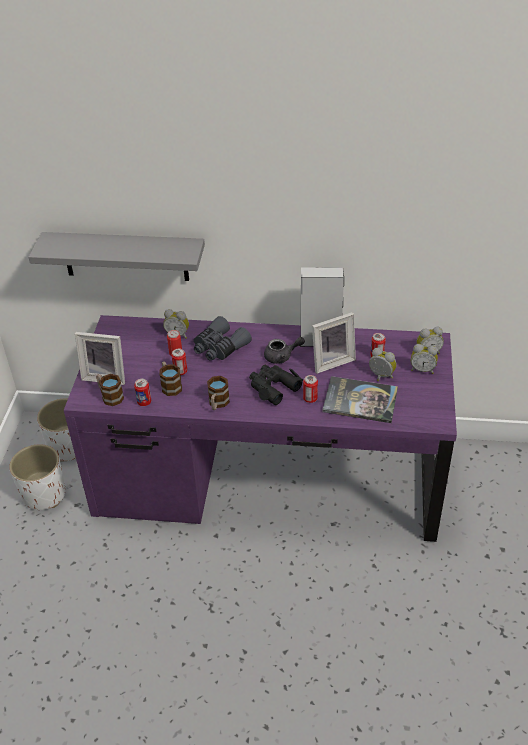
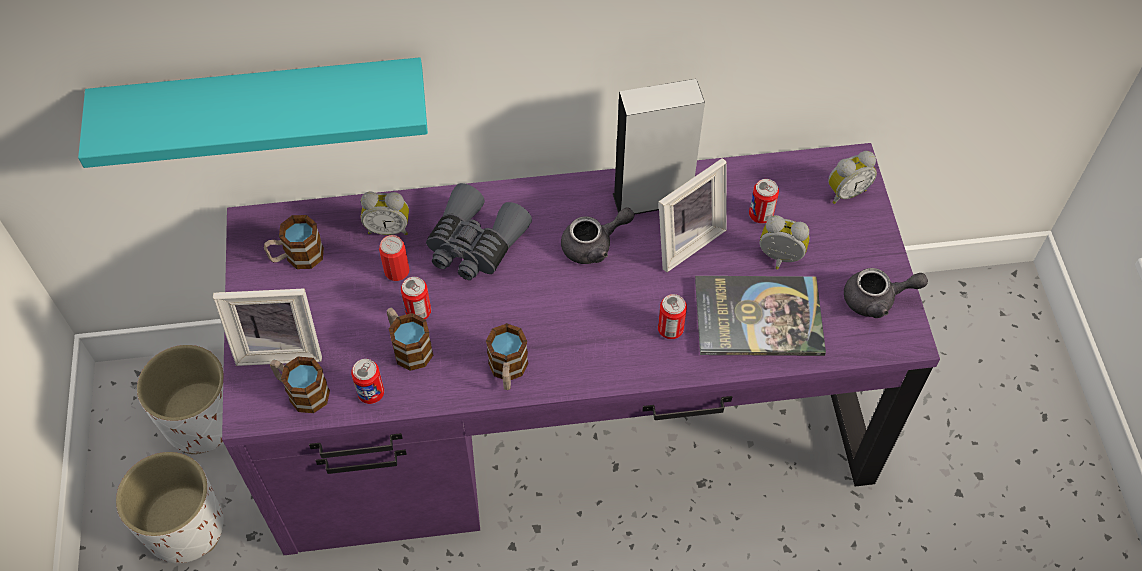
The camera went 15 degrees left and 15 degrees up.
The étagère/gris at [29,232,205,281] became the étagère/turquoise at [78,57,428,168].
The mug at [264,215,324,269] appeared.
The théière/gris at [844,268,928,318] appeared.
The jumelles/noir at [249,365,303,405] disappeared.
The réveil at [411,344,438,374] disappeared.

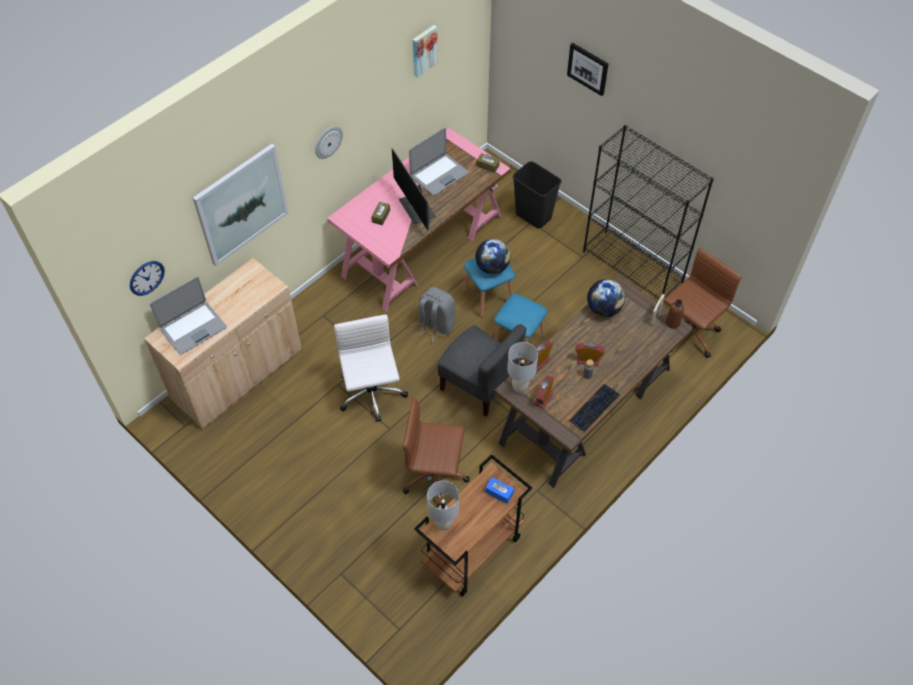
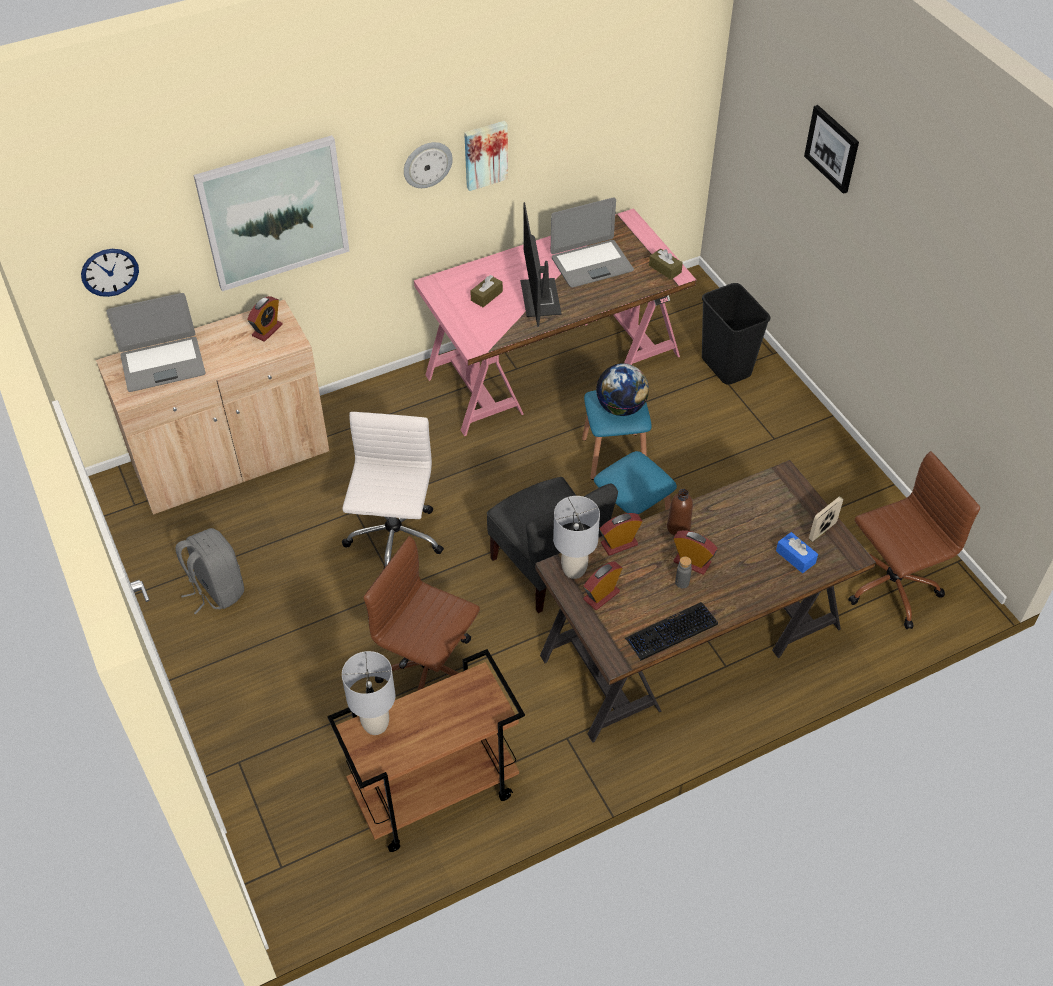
The camera went 20 degrees right and 5 degrees down.
The sac à dos/gris moved from [417,287,456,343] to [176,528,244,615].
The réveil at [247,296,283,342] appeared.
The tableau moved from [413,25,438,78] to [464,121,508,191].
The bouteille/marron moved from [665,299,684,329] to [667,489,693,536].
The boîte à mouchoirs/bleu moved from [485,477,514,504] to [776,532,818,573].
The bibliothèque/noir at [583,125,714,299] disappeared.
The globe at [587,279,625,317] disappeared.

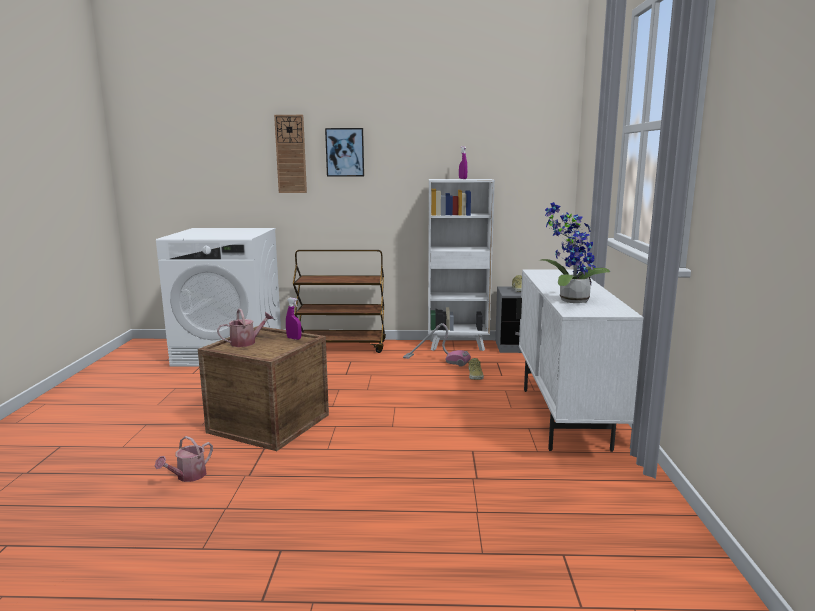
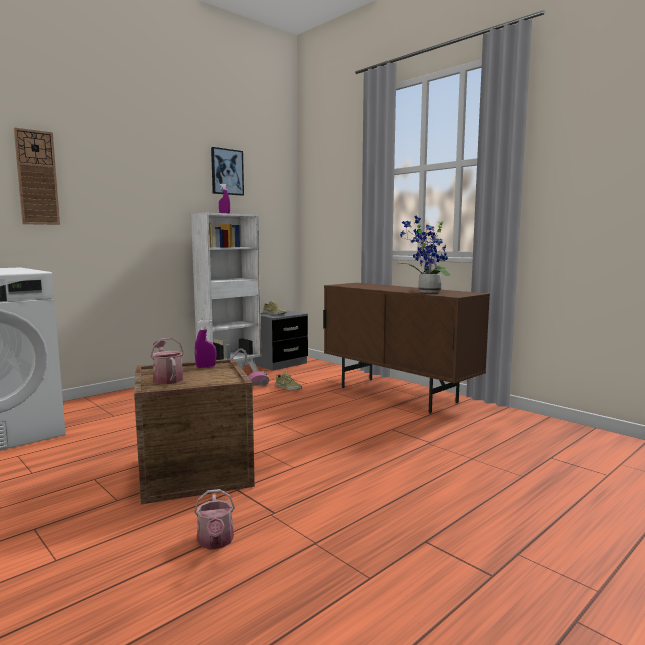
The camera went 45 degrees left and 5 degrees down.
The arrosoir at [217,308,274,347] turned 45 degrees counterclockwise.
The tableau moved from [325,128,364,177] to [211,147,244,196].
The meuble de rangement/blanc at [516,269,643,452] became the meuble de rangement/marron at [323,283,490,414].
The chariot/marron at [293,250,386,353] disappeared.

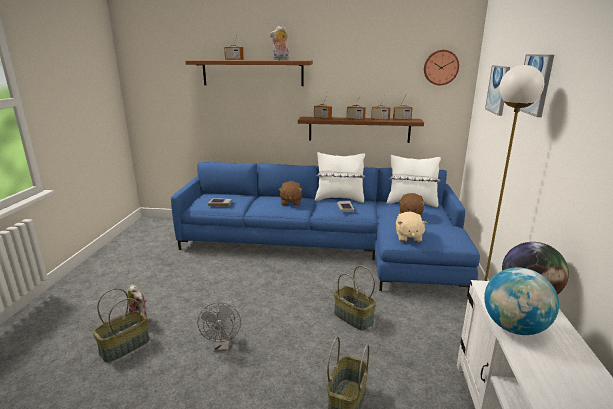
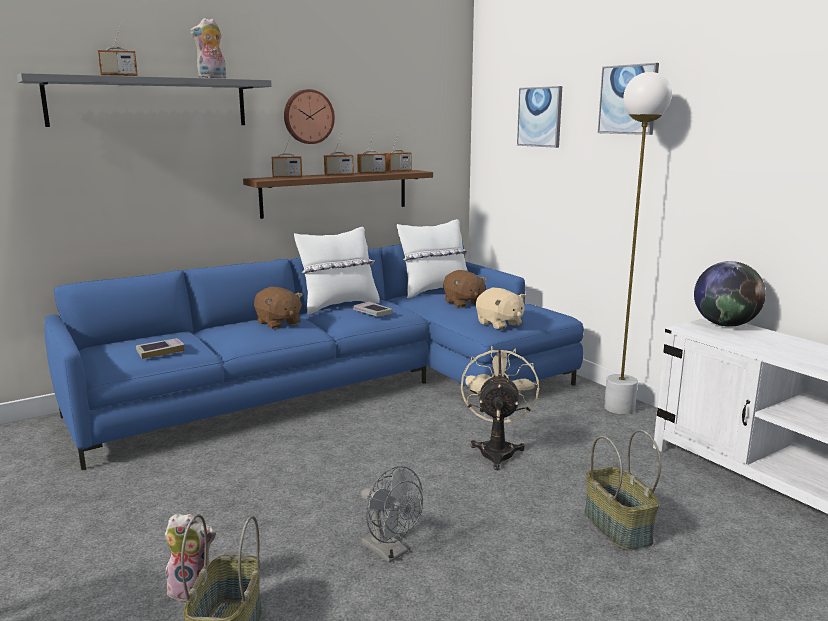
The camera went 40 degrees left and 5 degrees down.
The étagère/marron at [185,60,313,86] became the étagère/gris at [17,73,272,127].
The horloge murale moved from [424,50,459,85] to [284,89,335,144].
The panier at [334,266,376,330] was replaced by the ventilateur/beige at [461,346,539,470].
The globe at [484,267,559,335] disappeared.

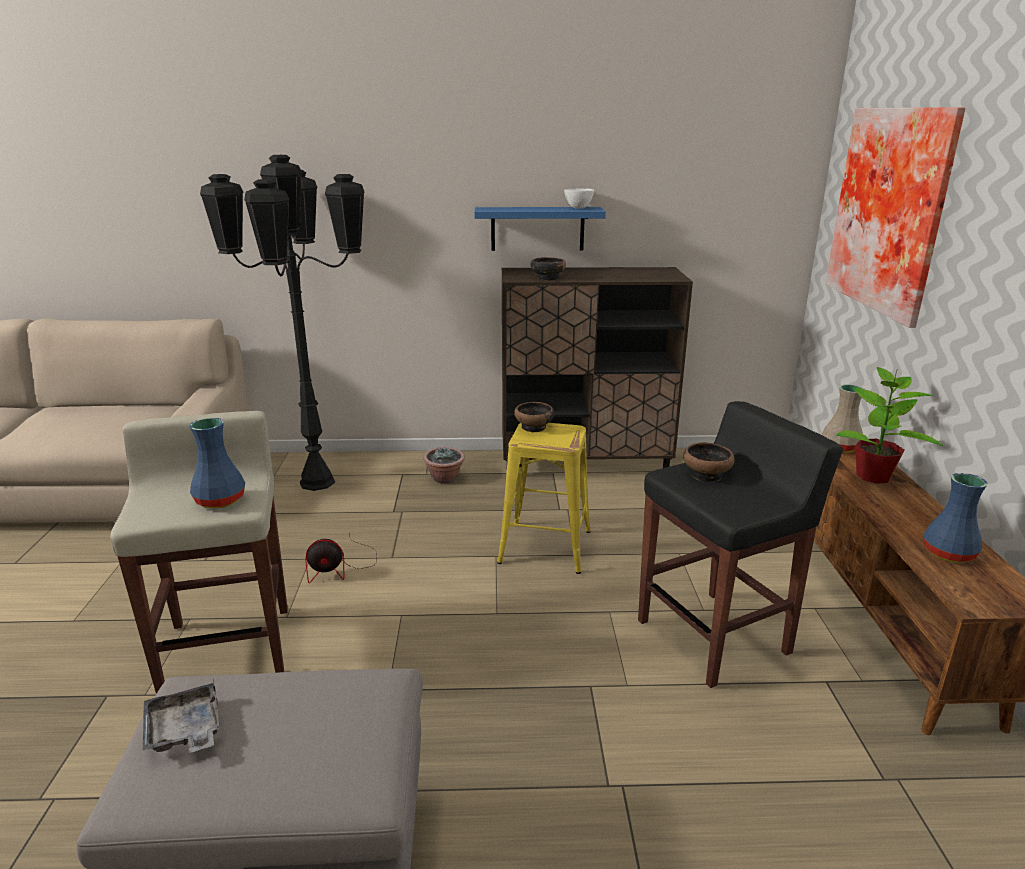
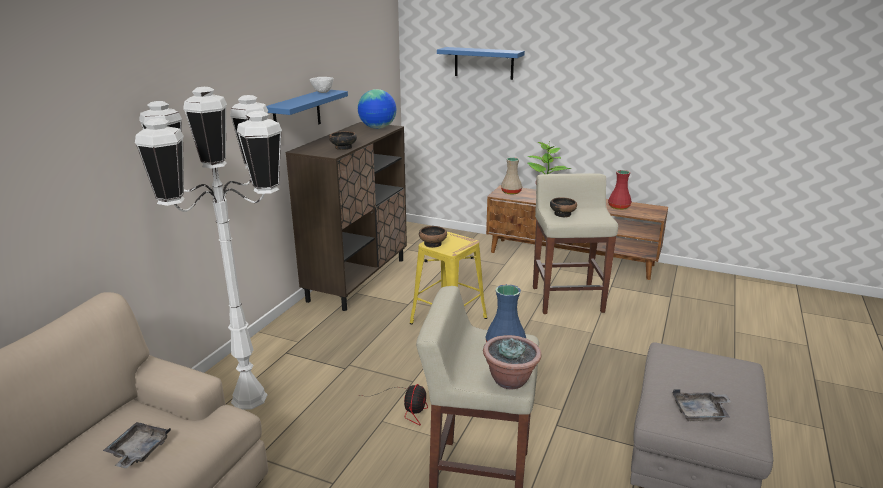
The camera went 65 degrees left and 0 degrees up.
The plateau/gris at [103,422,171,468] appeared.
The lampadaire/noir at [200,155,364,491] became the lampadaire/blanc at [135,87,282,409].
The globe at [358,89,396,129] appeared.
The tableau at [825,107,965,328] was replaced by the étagère/bleu at [437,47,525,80].
The plante en pot moved from [423,447,465,484] to [483,335,542,389].
The tabouret/noir at [638,401,843,688] became the tabouret/beige at [533,173,618,314].
The vase/bleu at [923,473,988,563] became the vase/rouge at [608,170,632,210].

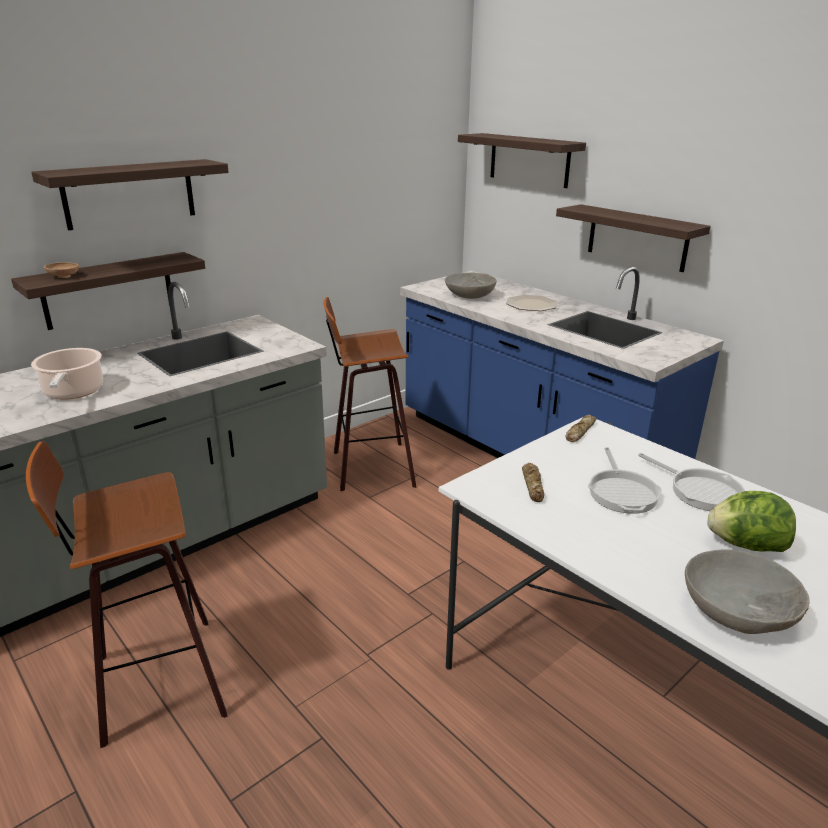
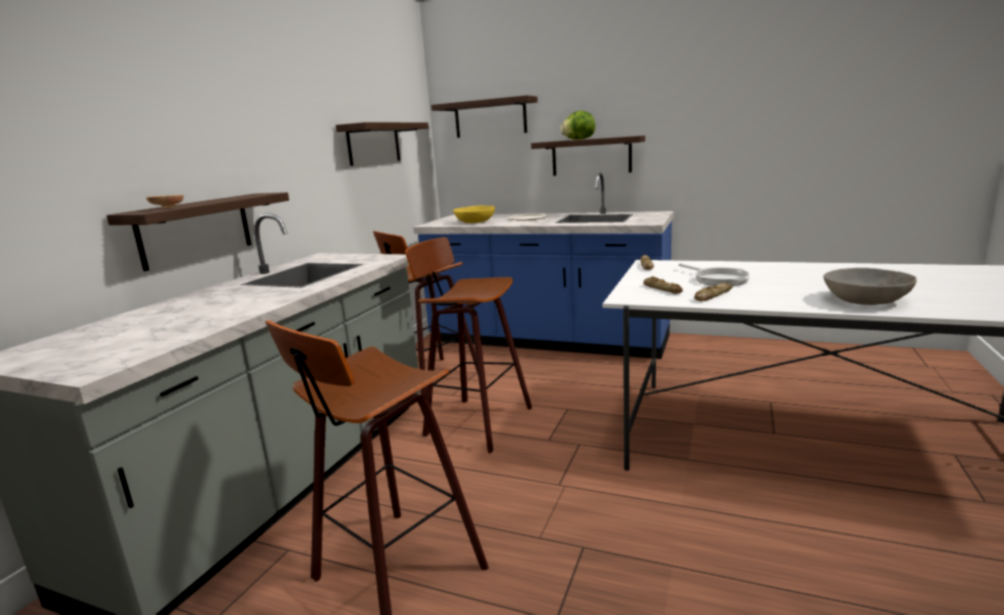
The camera went 25 degrees left and 10 degrees down.
The étagère moved from [31,159,229,231] to [336,122,429,166].
The tabouret at [405,237,532,454] appeared.
The bol/gris at [445,273,496,299] became the bol/jaune at [453,205,495,223].
The laitue moved from [707,491,796,552] to [560,111,595,140].
The pain at [694,282,733,301] appeared.
The marmite at [31,348,103,400] disappeared.
The poêle at [638,453,745,511] disappeared.

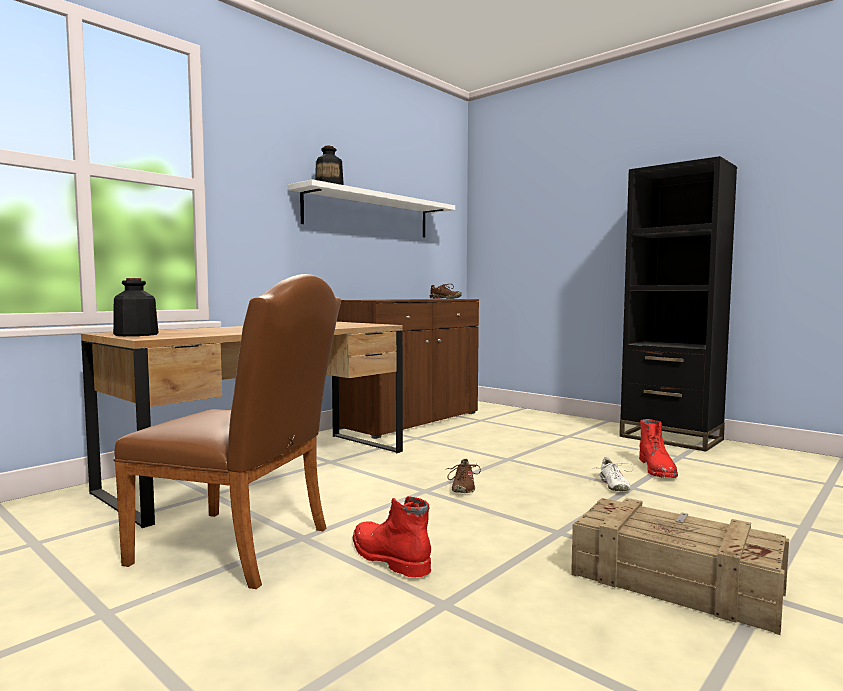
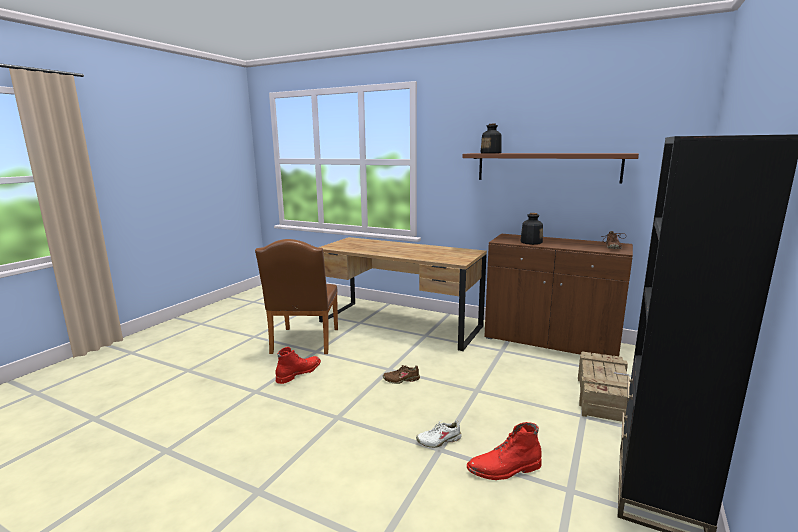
The camera went 75 degrees right and 10 degrees up.
The étagère/blanc at [289,179,455,238] became the étagère/marron at [462,153,639,183].
The bouteille moved from [113,278,159,336] to [520,213,543,245].
The caisse moved from [571,498,789,635] to [578,352,630,422].

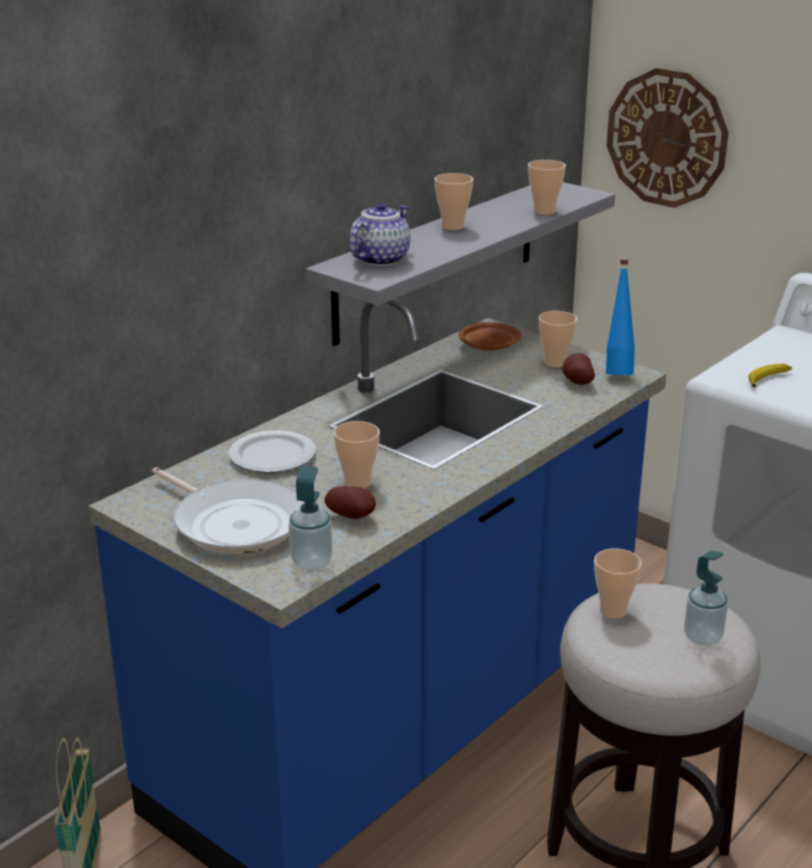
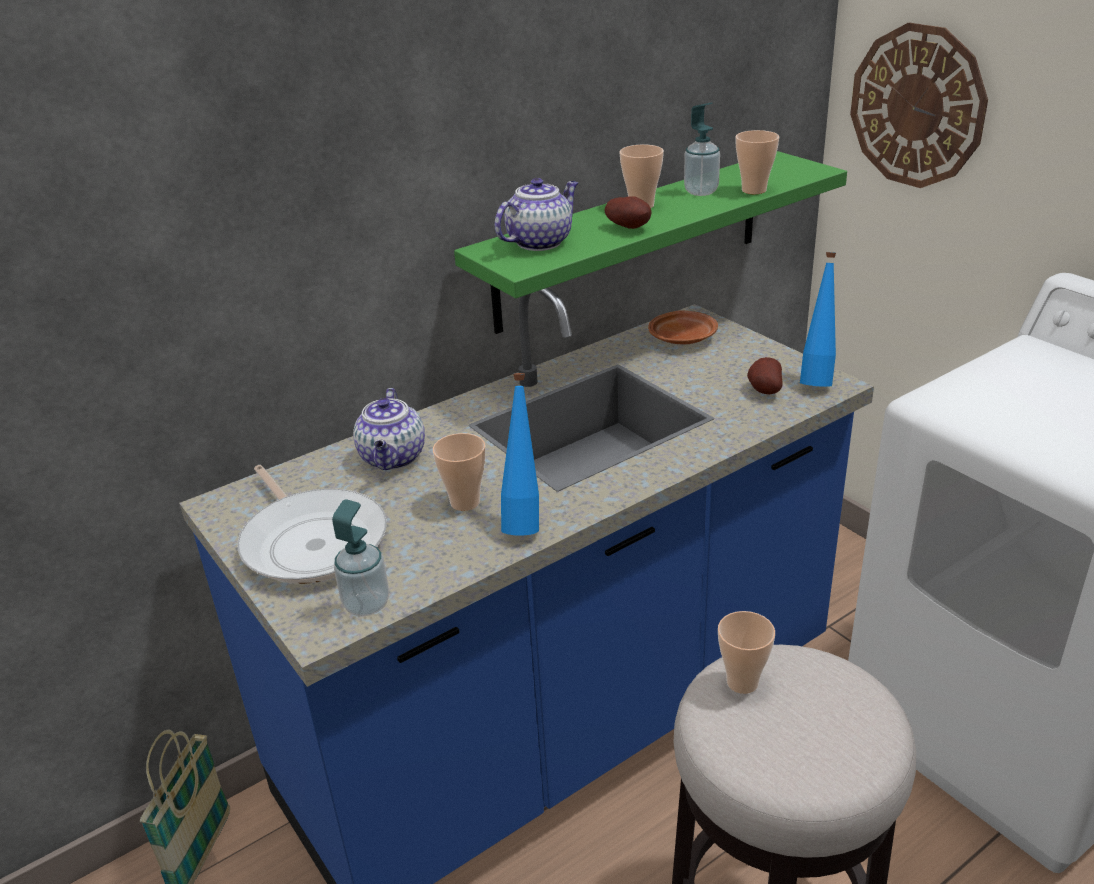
The camera went 15 degrees right and 5 degrees up.
The assiette at [229,431,316,473] was replaced by the théière at [353,388,425,470].
The étagère/gris at [306,182,615,346] became the étagère/vert at [454,151,847,334].
The bouteille/bleu at [501,373,539,535] appeared.
The pomme de terre moved from [325,486,376,519] to [605,196,652,229].
The distributeur de savon moved from [684,551,728,646] to [684,102,720,196].
The tasse at [539,311,577,368] disappeared.
The banane at [748,364,792,387] disappeared.

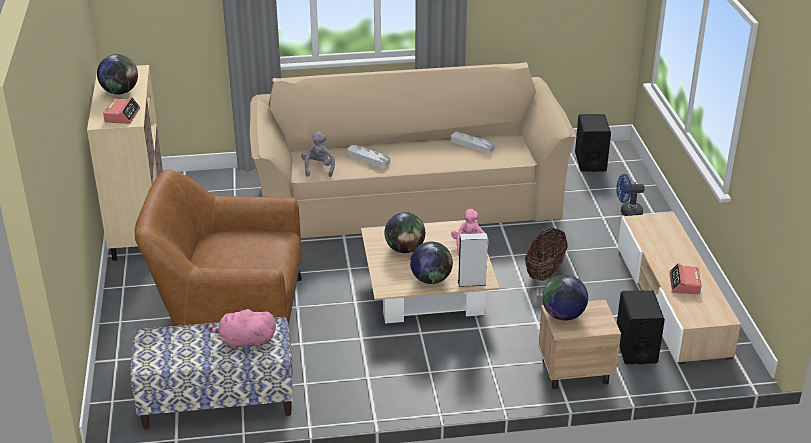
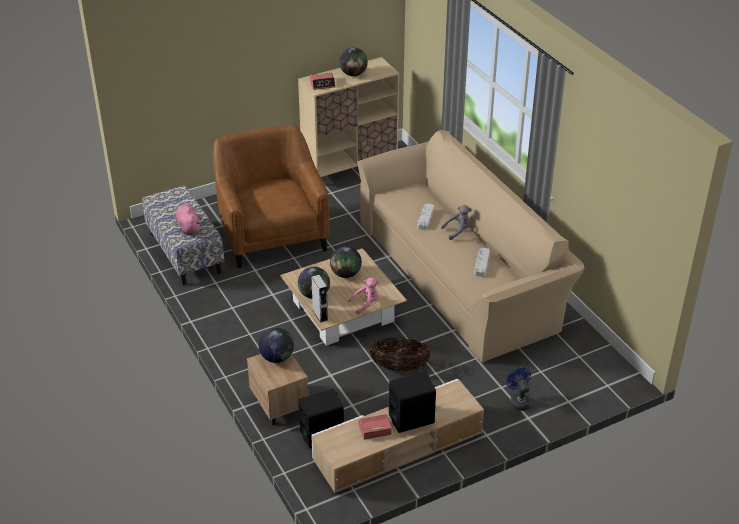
The camera went 70 degrees right and 5 degrees up.
The enceinte/noir moved from [575,114,611,172] to [389,372,436,433].
The peluche/gris moved from [301,132,335,177] to [441,205,471,240].

